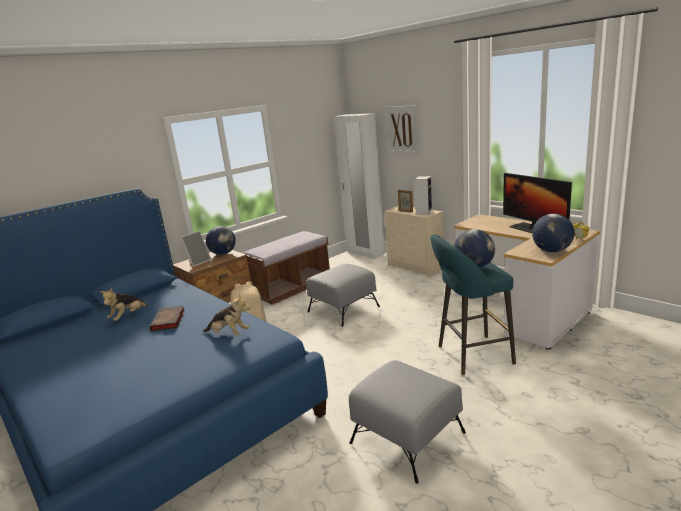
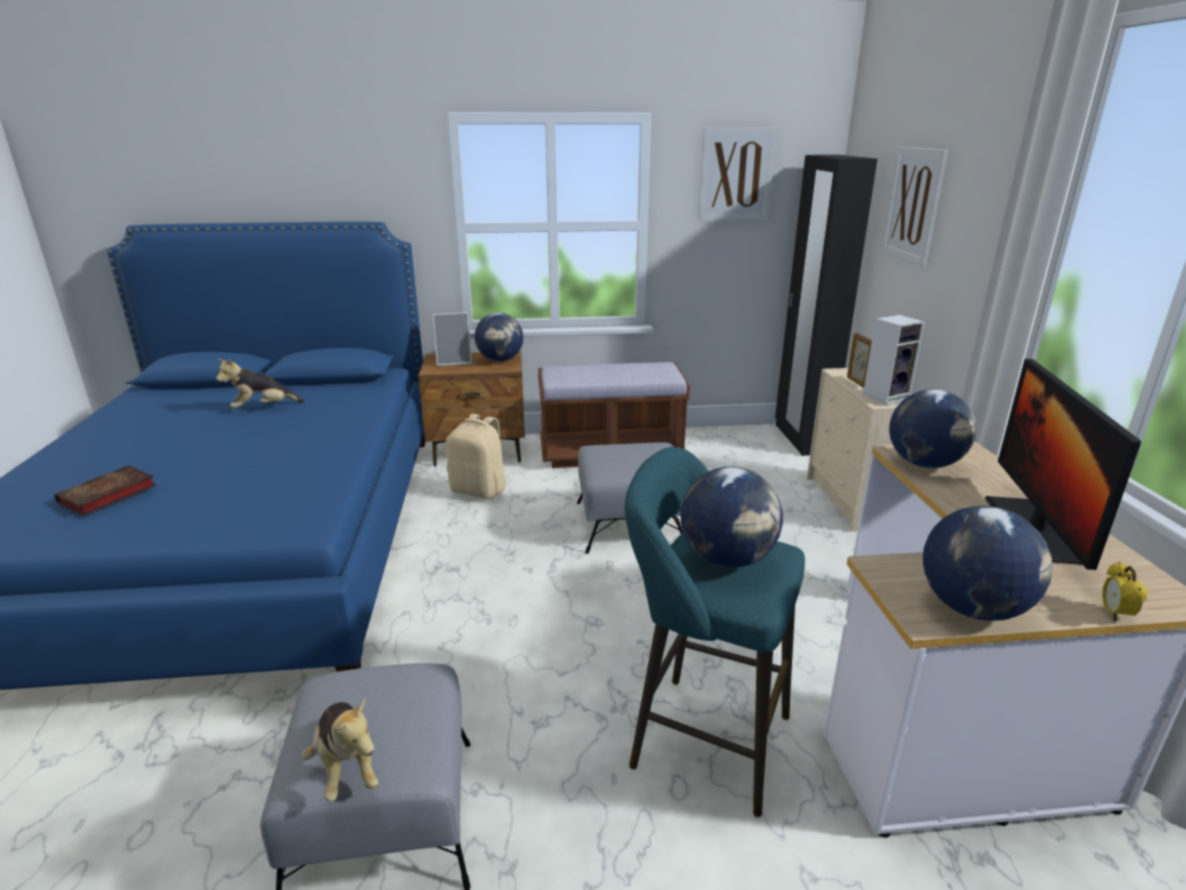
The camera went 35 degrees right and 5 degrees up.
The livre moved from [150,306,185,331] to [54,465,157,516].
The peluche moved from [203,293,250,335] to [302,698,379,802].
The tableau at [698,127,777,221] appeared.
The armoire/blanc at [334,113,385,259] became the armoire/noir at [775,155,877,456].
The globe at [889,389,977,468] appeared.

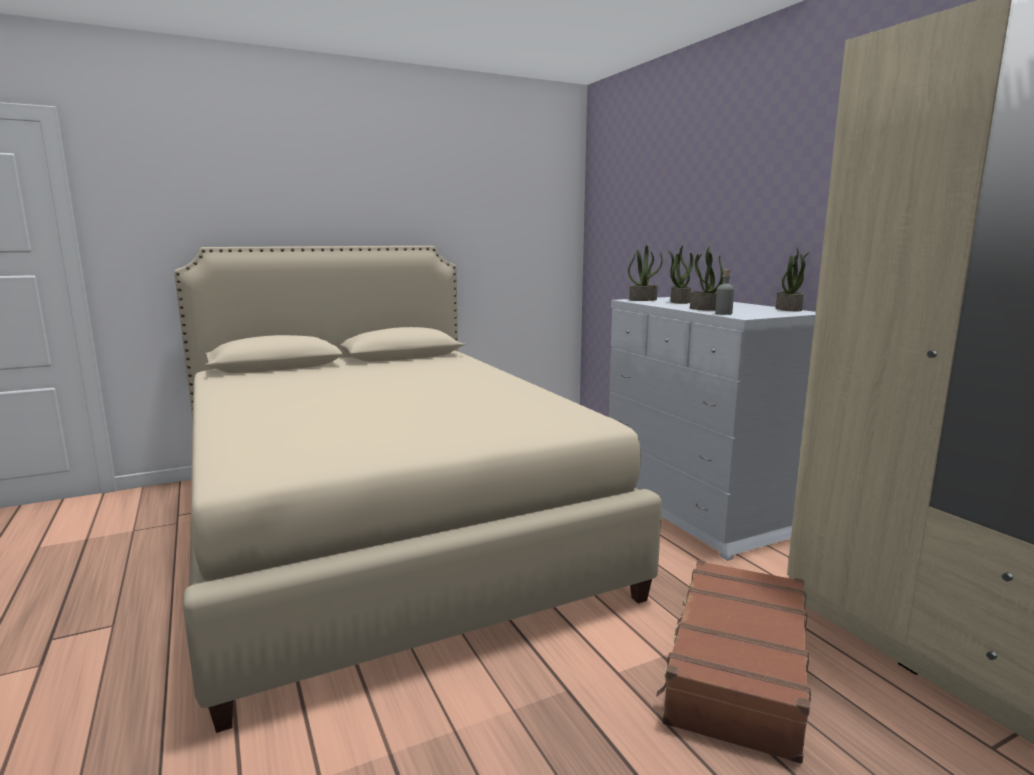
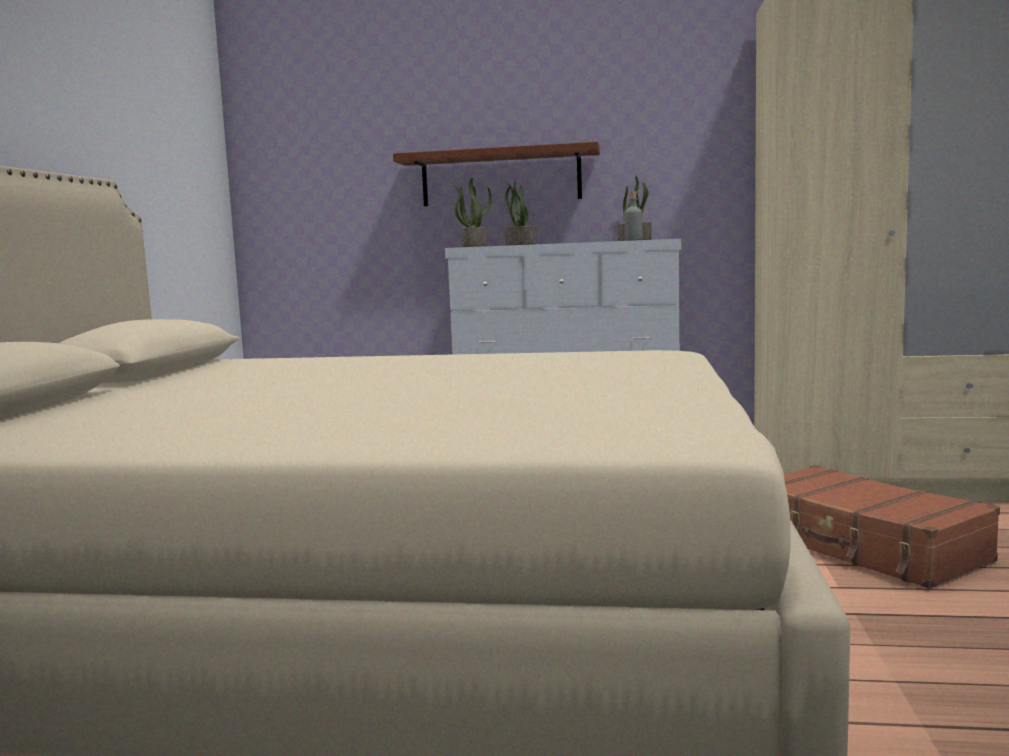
The camera went 55 degrees left and 5 degrees down.
The étagère/marron at [393,141,600,206] appeared.
The plante en pot at [690,247,723,311] disappeared.

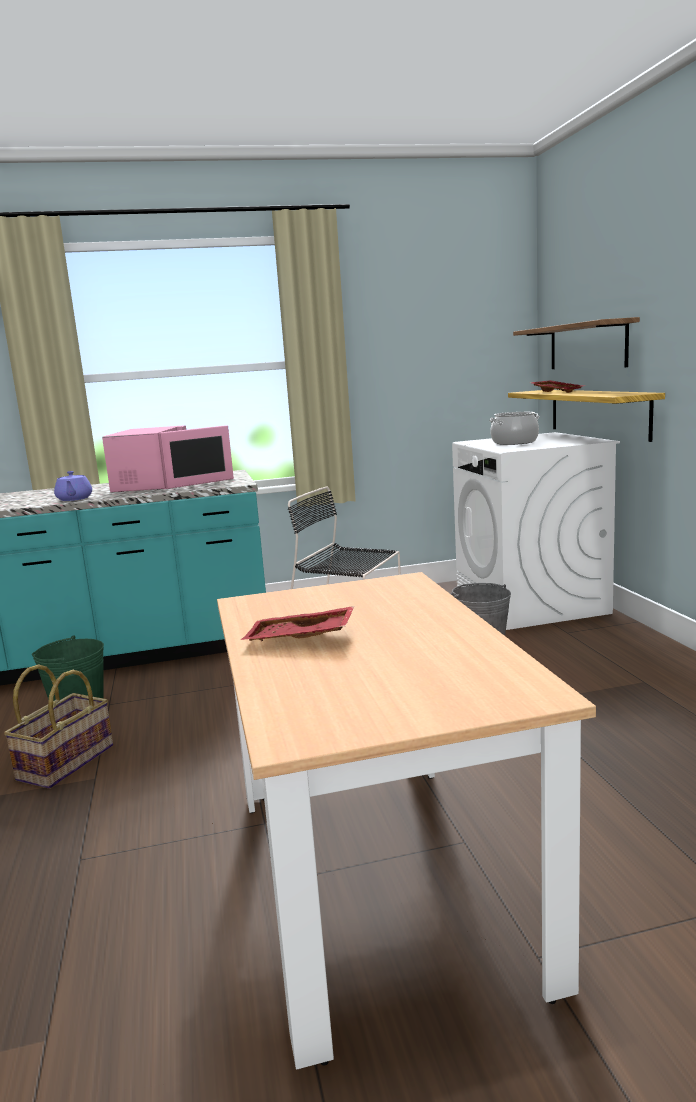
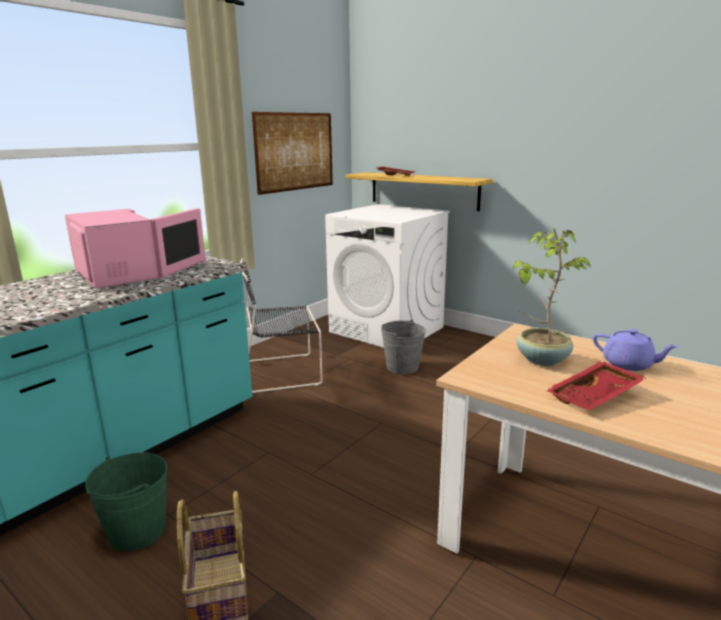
The camera went 40 degrees left and 5 degrees up.
The tableau at [252,112,333,195] appeared.
The plante en pot at [513,228,591,366] appeared.
The théière/violet moved from [54,471,92,501] to [593,329,679,371].
The marmite at [489,412,539,445] disappeared.
The étagère at [513,317,640,369] disappeared.

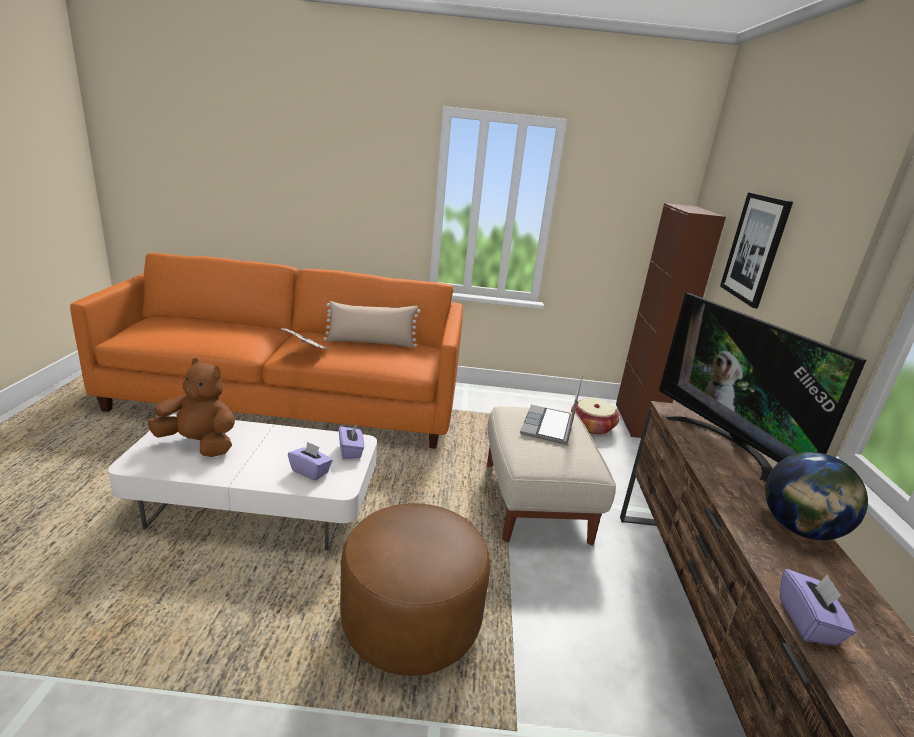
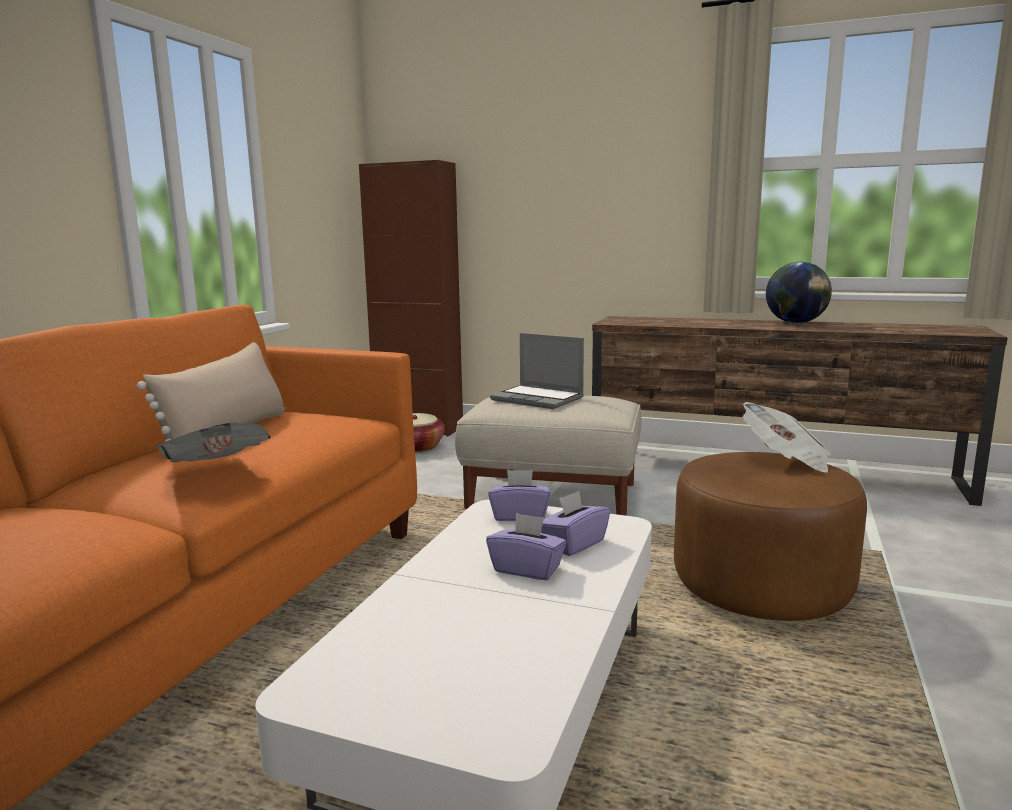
The camera went 70 degrees left and 10 degrees down.
The boîte à mouchoirs/violet moved from [780,569,856,645] to [486,513,567,581].
The journal at [743,402,831,473] appeared.
The peluche/marron at [148,358,235,457] disappeared.
The téléviseur at [659,293,866,483] disappeared.
The tableau at [720,192,793,309] disappeared.

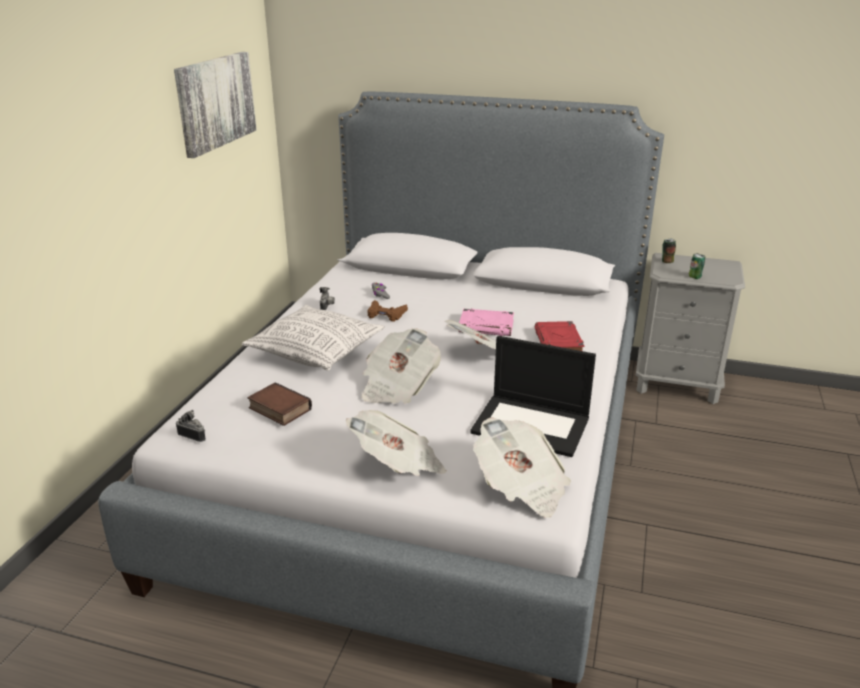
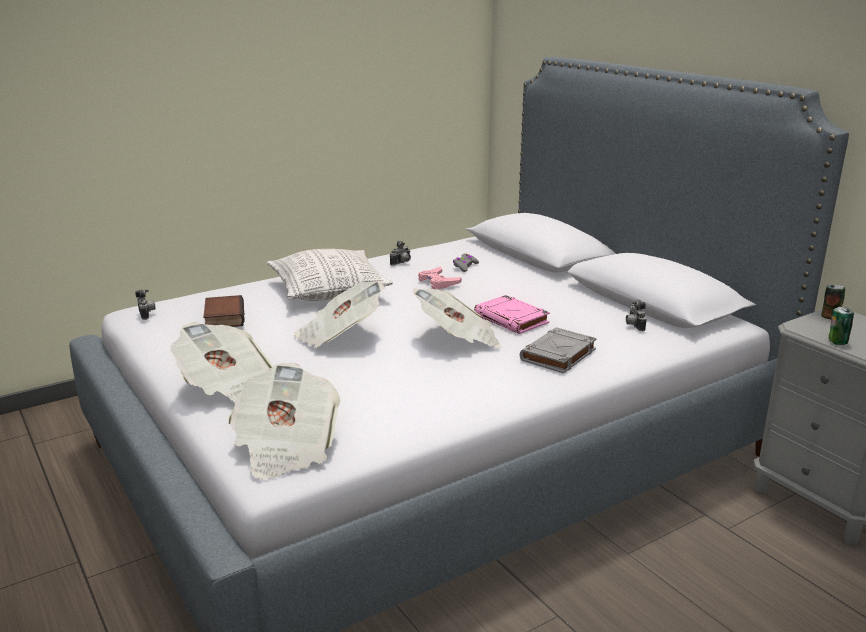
The camera went 40 degrees right and 5 degrees down.
The manette/marron at [368,300,408,322] became the manette/rose at [418,267,462,289].
The livre/rouge at [535,321,585,351] became the livre/gris at [520,327,597,374].
The appareil photo at [626,300,647,331] appeared.
The tableau at [174,52,256,158] disappeared.
The ordinateur portable at [470,336,596,457] disappeared.

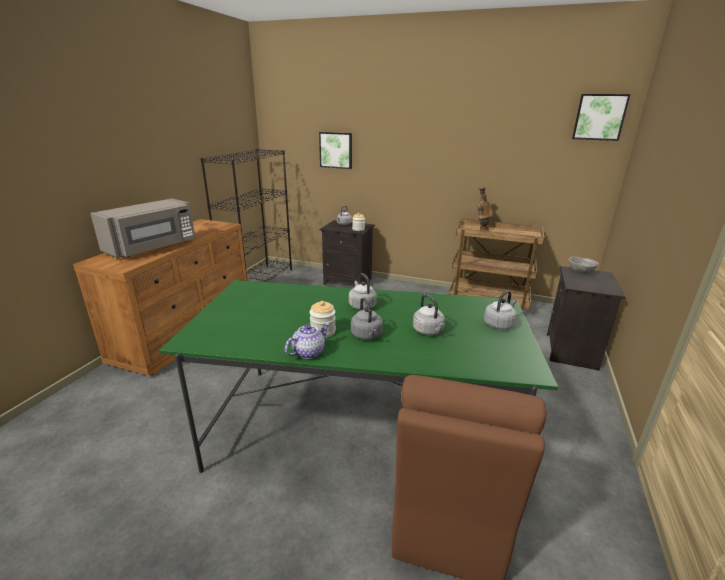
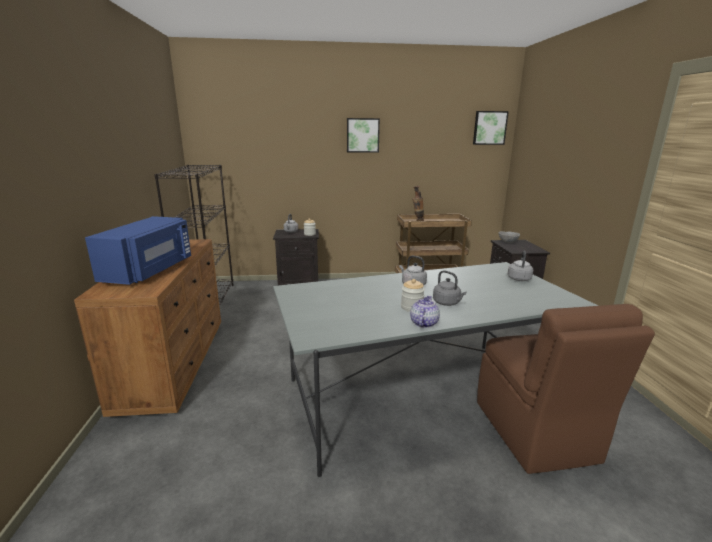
The camera went 25 degrees left and 5 degrees down.
The micro-ondes/gris at [90,198,195,258] became the micro-ondes/bleu at [85,216,191,285].
The table à manger/vert at [159,280,558,473] became the table à manger/gris at [273,262,598,477].
The tableau moved from [319,132,352,169] to [347,118,380,153].
The bouilloire/gris at [413,294,445,335] disappeared.

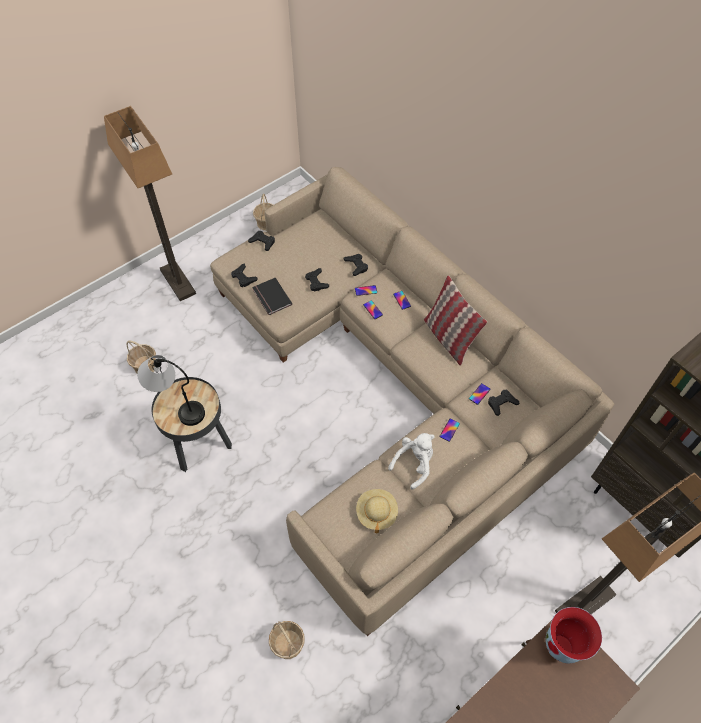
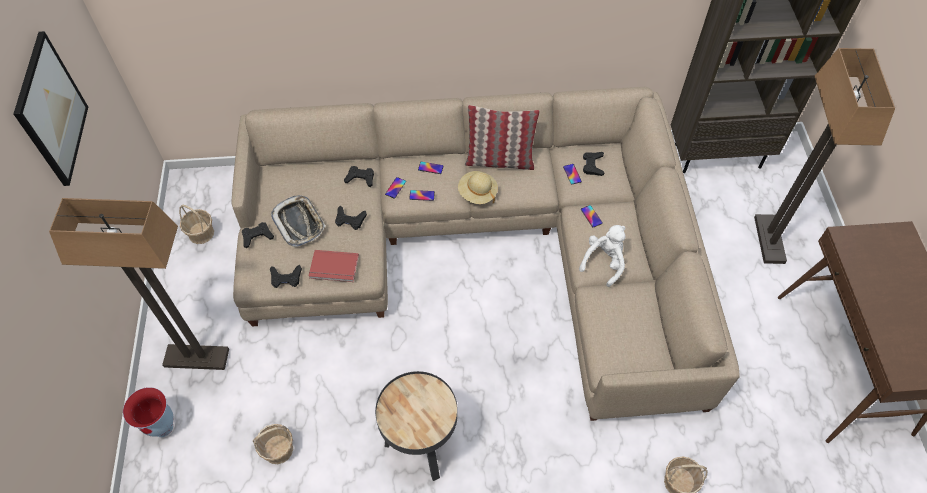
The camera went 55 degrees left and 0 degrees up.
The tableau at [14,31,88,186] appeared.
The vase moved from [546,607,602,663] to [123,387,174,437].
The plateau at [271,195,326,247] appeared.
The livre/noir at [252,278,292,315] became the livre/rouge at [309,250,359,282].
The chapeau/beige moved from [356,489,398,534] to [458,171,498,204].
The peluche/blanc at [388,433,435,489] turned 45 degrees clockwise.
The lampe de table at [137,355,205,426] disappeared.

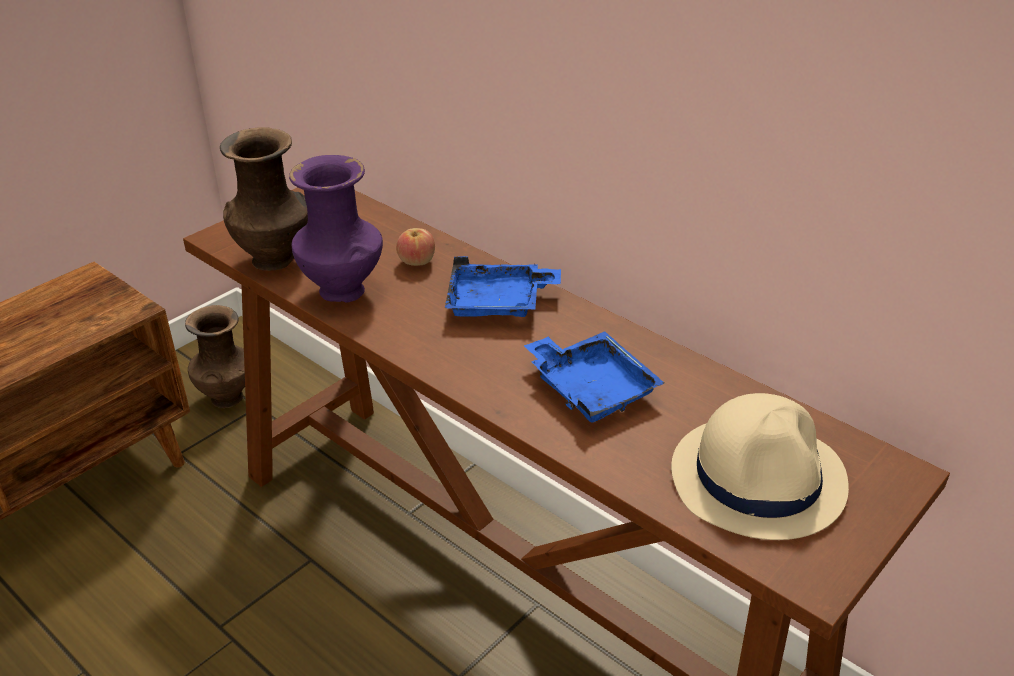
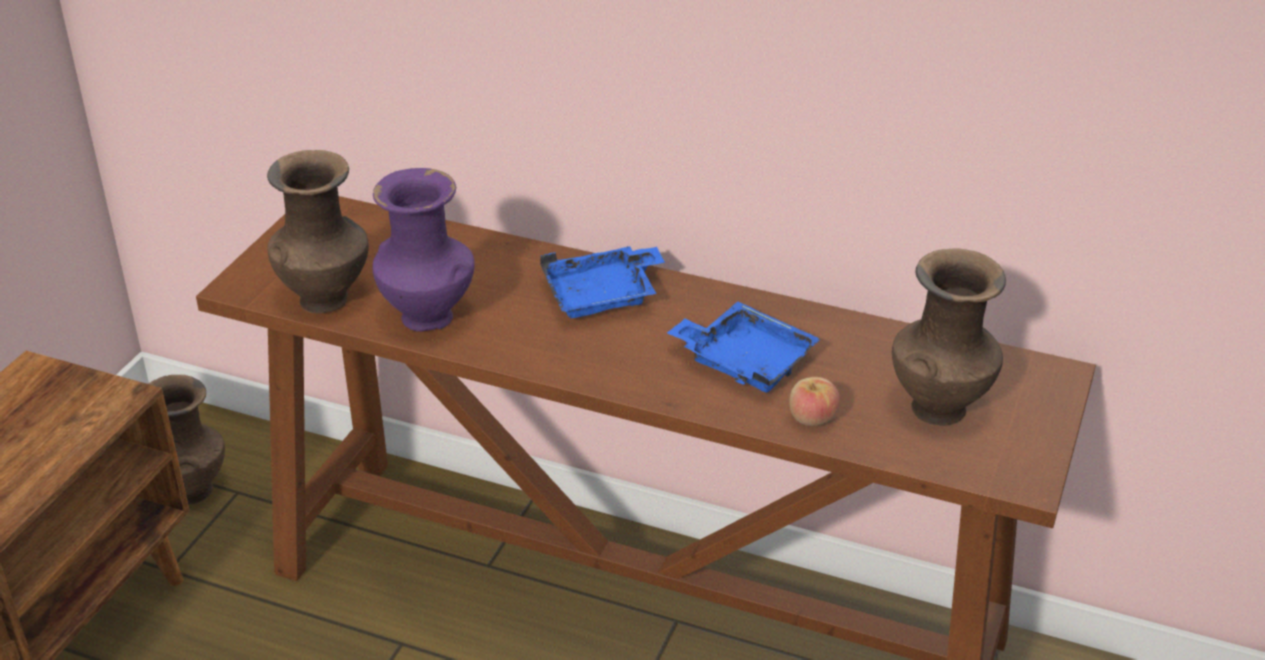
The camera went 20 degrees left and 0 degrees up.
The pomme moved from [396,228,435,266] to [789,377,840,426].
The chapeau/beige at [671,393,849,540] was replaced by the vase/marron at [892,248,1006,426].

